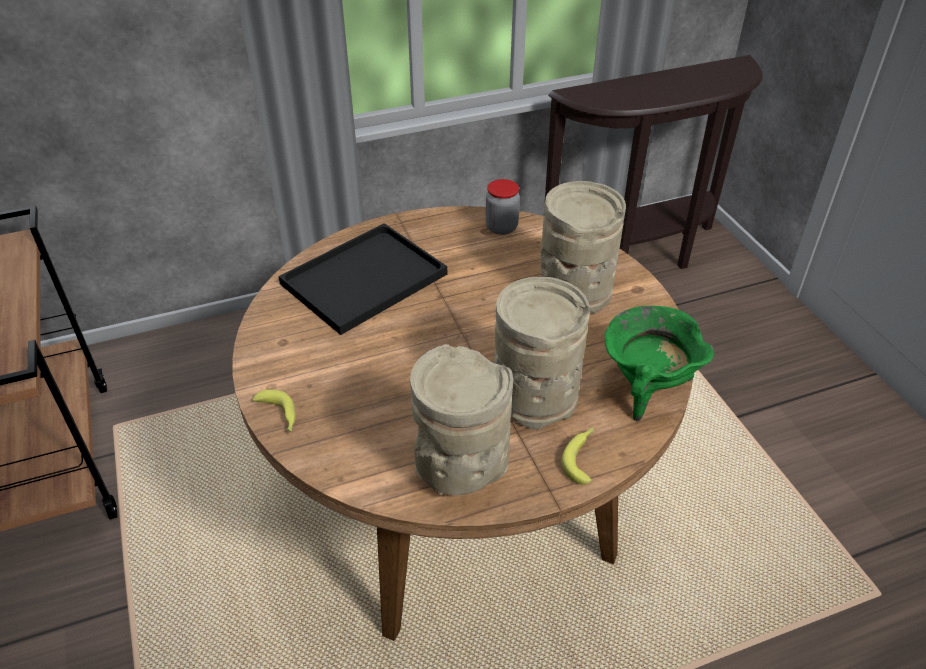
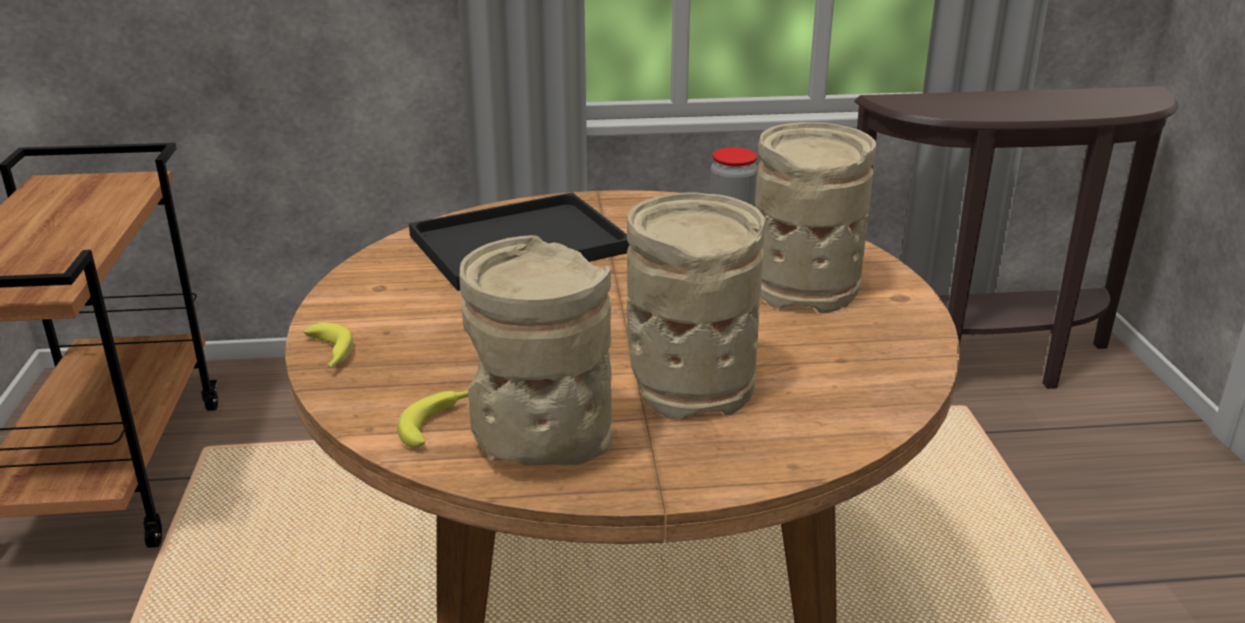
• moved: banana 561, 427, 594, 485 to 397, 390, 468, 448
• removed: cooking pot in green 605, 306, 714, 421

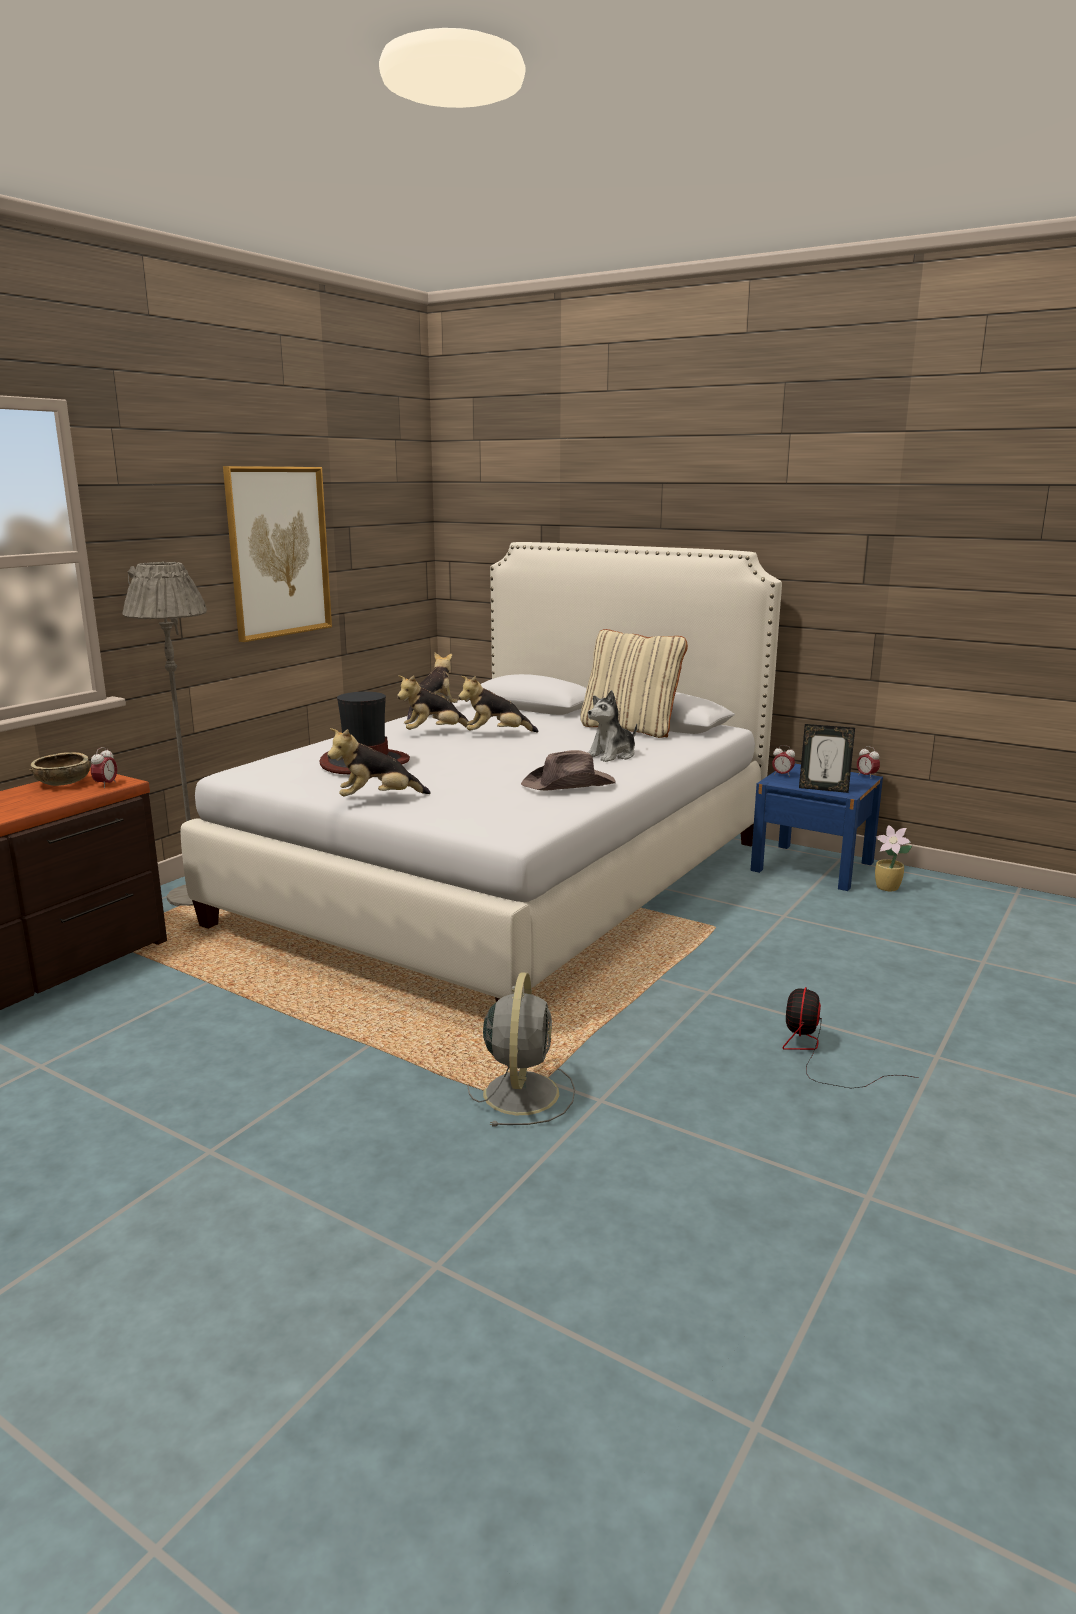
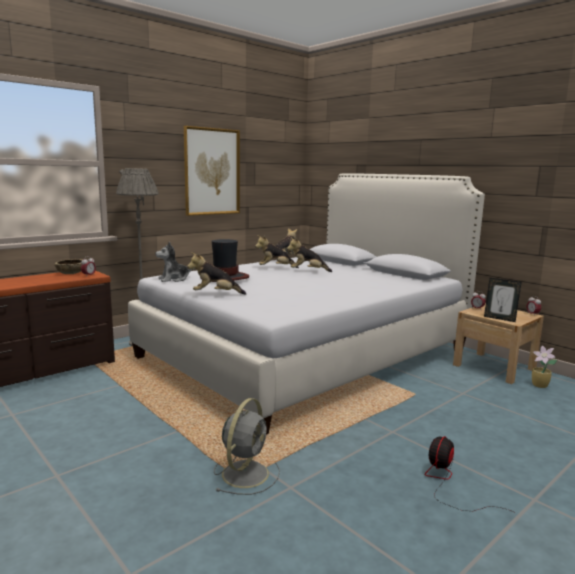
• removed: hat in brown 521, 750, 616, 790
• removed: pillow in beige 580, 629, 688, 738
• moved: plush toy 587, 690, 637, 762 to 155, 242, 192, 282
• recoloured: nightstand in blue 751, 764, 883, 891 to nightstand in beige 453, 303, 544, 384

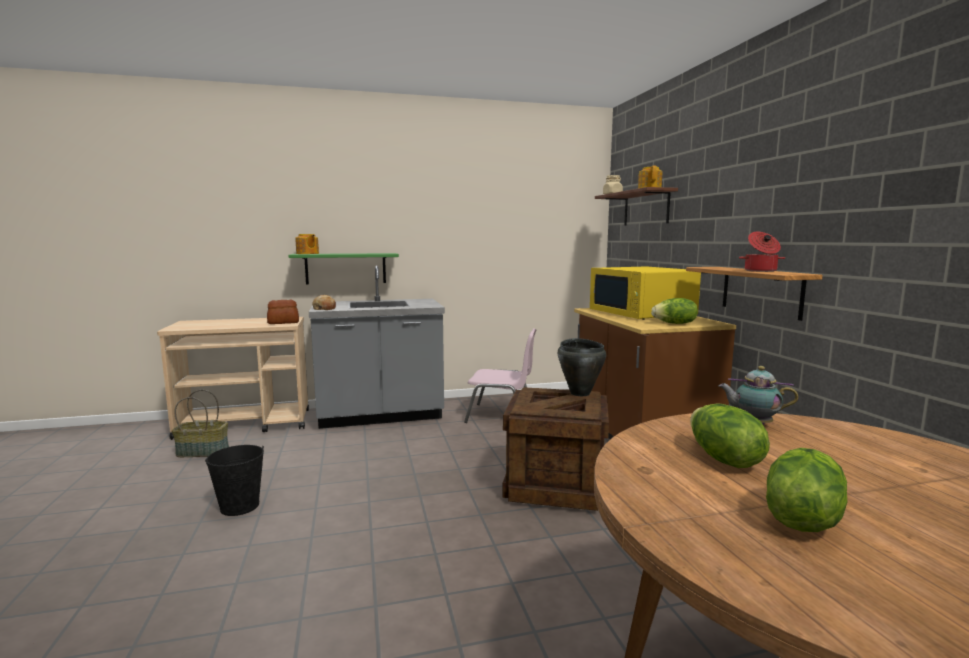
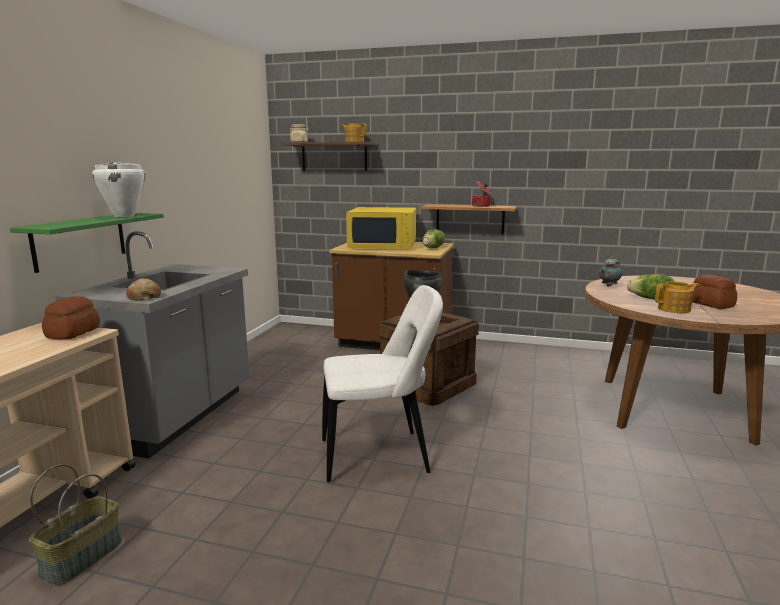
• removed: bucket in black 205, 445, 264, 516
• moved: teapot 295, 234, 319, 254 to 655, 281, 699, 313
• removed: chair in pink 464, 328, 537, 423
• replaced: lettuce 766, 448, 847, 532 to bread 692, 274, 737, 309
• added: cooking pot in white 92, 163, 145, 217
• added: chair in white 322, 285, 443, 482

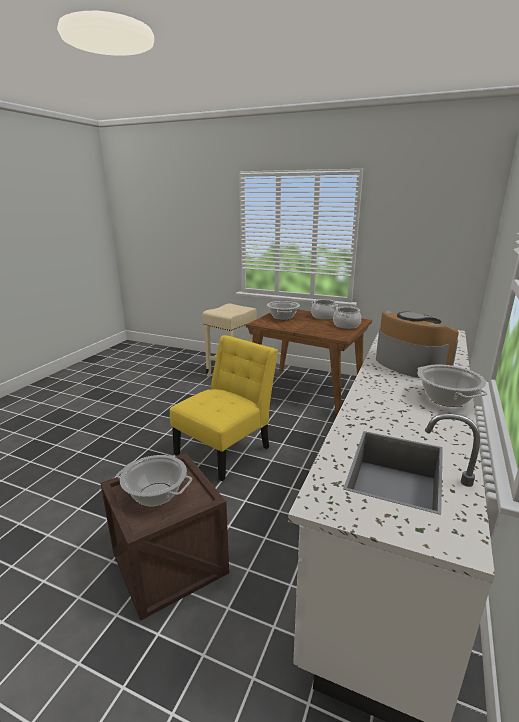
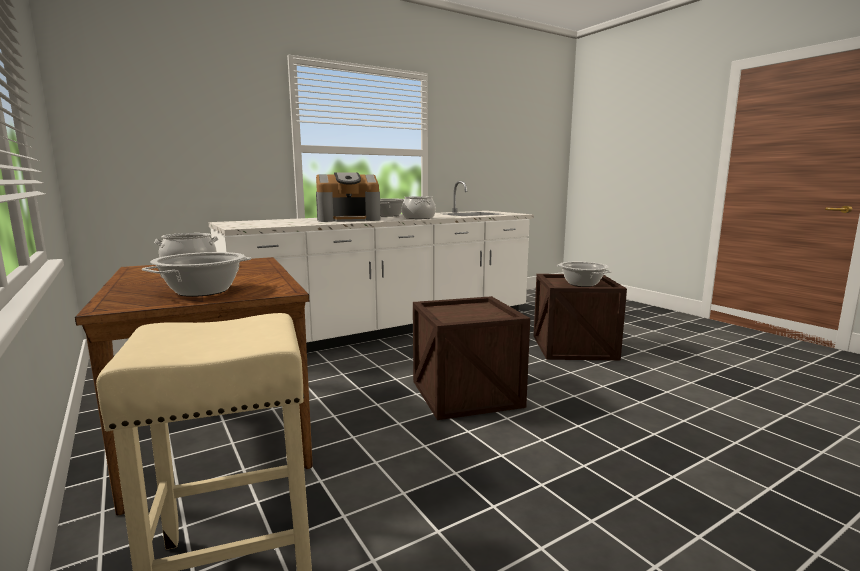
• replaced: chair in yellow 170, 335, 278, 481 to crate 413, 296, 530, 420
• moved: cooking pot 311, 299, 338, 320 to 401, 196, 436, 219
• turned: coffee machine 376, 310, 459, 378 = 316, 173, 381, 222 105 degrees counterclockwise

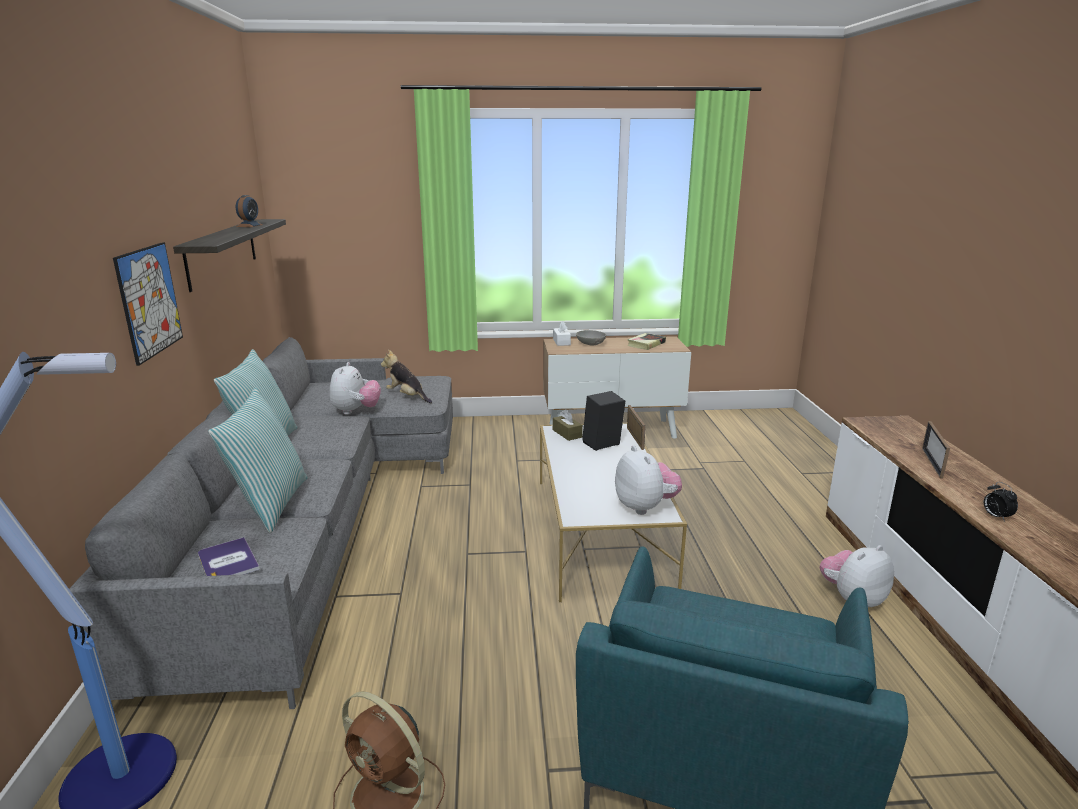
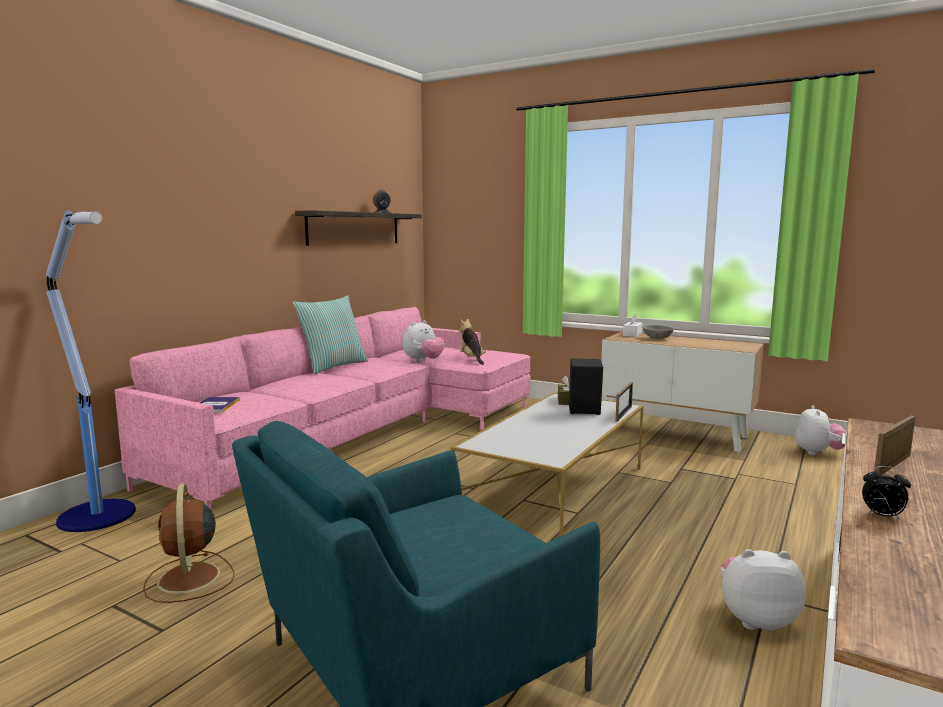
• recoloured: sofa in grey 69, 337, 453, 714 to sofa in pink 115, 307, 531, 509
• removed: picture 113, 242, 183, 366
• removed: pillow 208, 387, 308, 533
• moved: plush toy 615, 446, 682, 515 to 795, 405, 847, 456
• removed: book 627, 333, 666, 350
• turned: alarm clock 984, 482, 1018, 522 = 862, 466, 911, 520 75 degrees counterclockwise

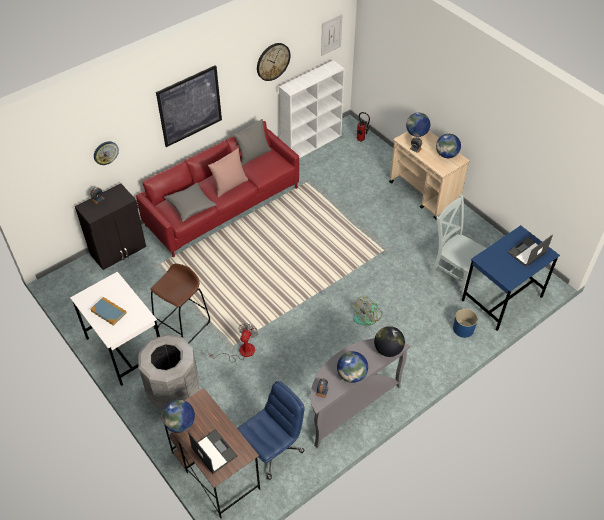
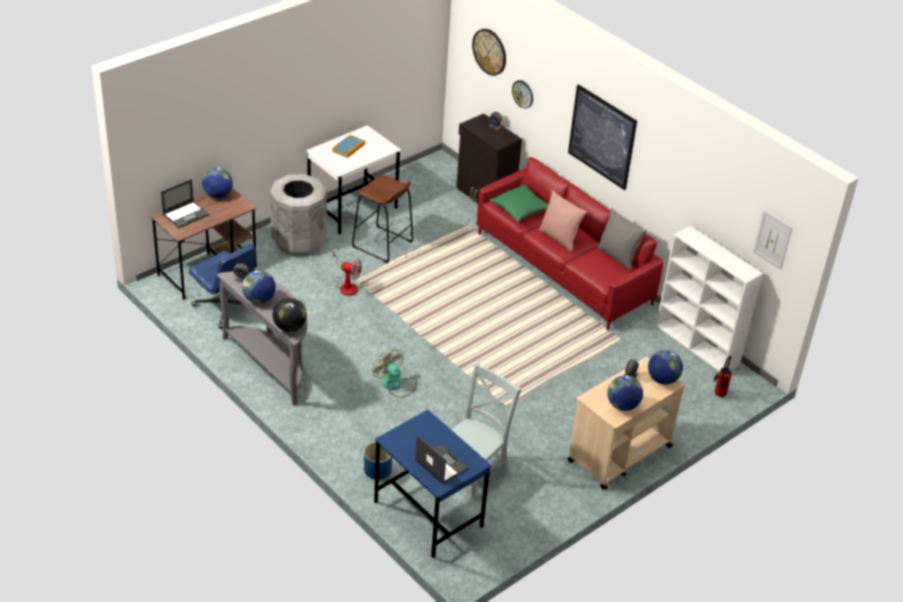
• recoloured: pillow in grey 164, 183, 217, 222 to pillow in green 490, 184, 548, 222
• moved: wall clock 257, 43, 291, 81 to 472, 29, 506, 76

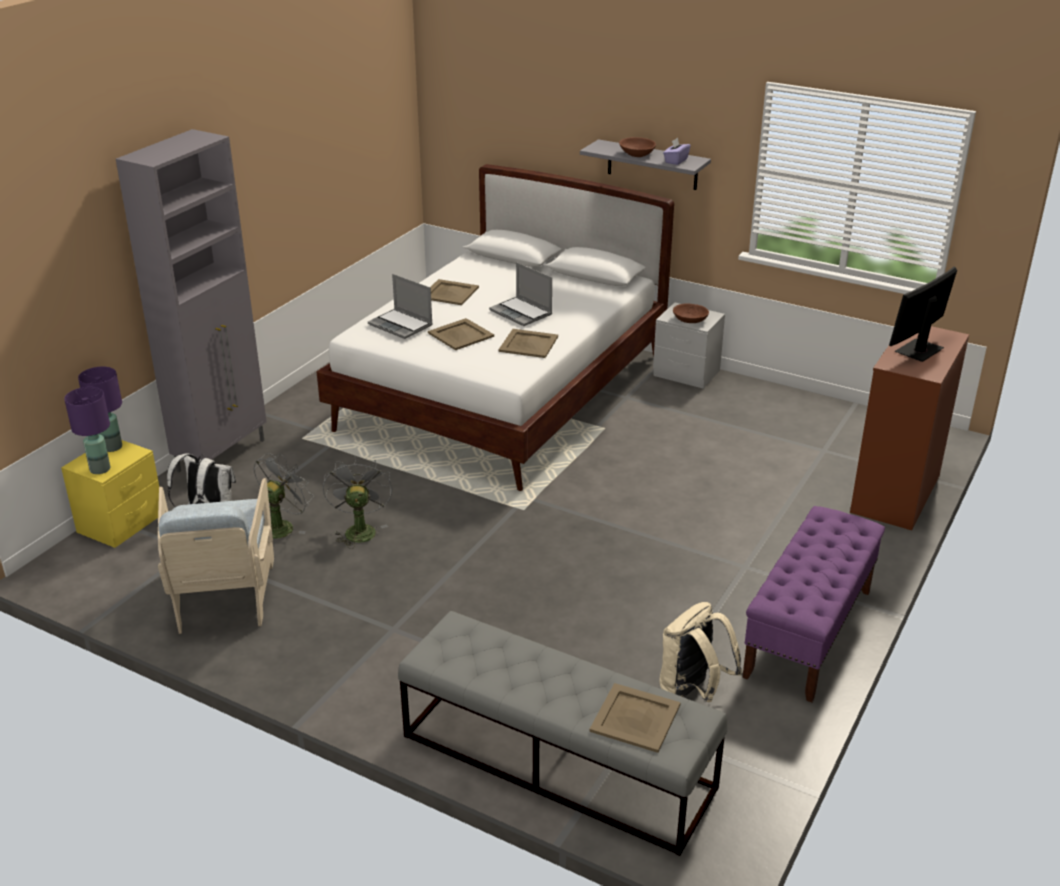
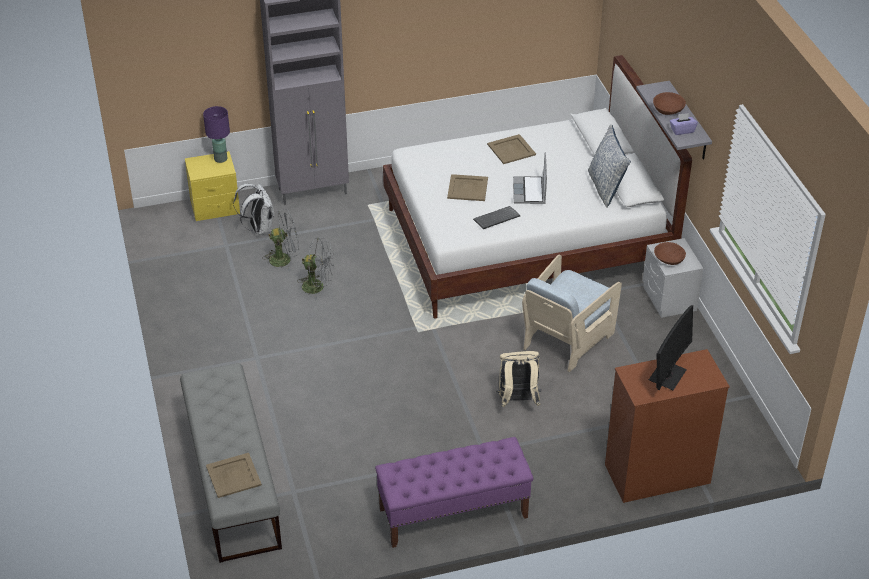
• removed: table lamp in purple 64, 387, 110, 474
• moved: armchair in beige 158, 478, 274, 634 to 522, 254, 622, 372
• turned: fan in grey 323, 456, 392, 549 = 297, 237, 334, 300 60 degrees clockwise
• removed: laptop 368, 274, 433, 339
• replaced: tray in beige 498, 329, 558, 358 to keyboard 473, 206, 520, 229
• moved: backpack in beige 659, 602, 742, 702 to 496, 351, 541, 407
• turned: monitor 889, 267, 957, 362 = 649, 305, 693, 390 120 degrees clockwise
• added: pillow 588, 124, 631, 208

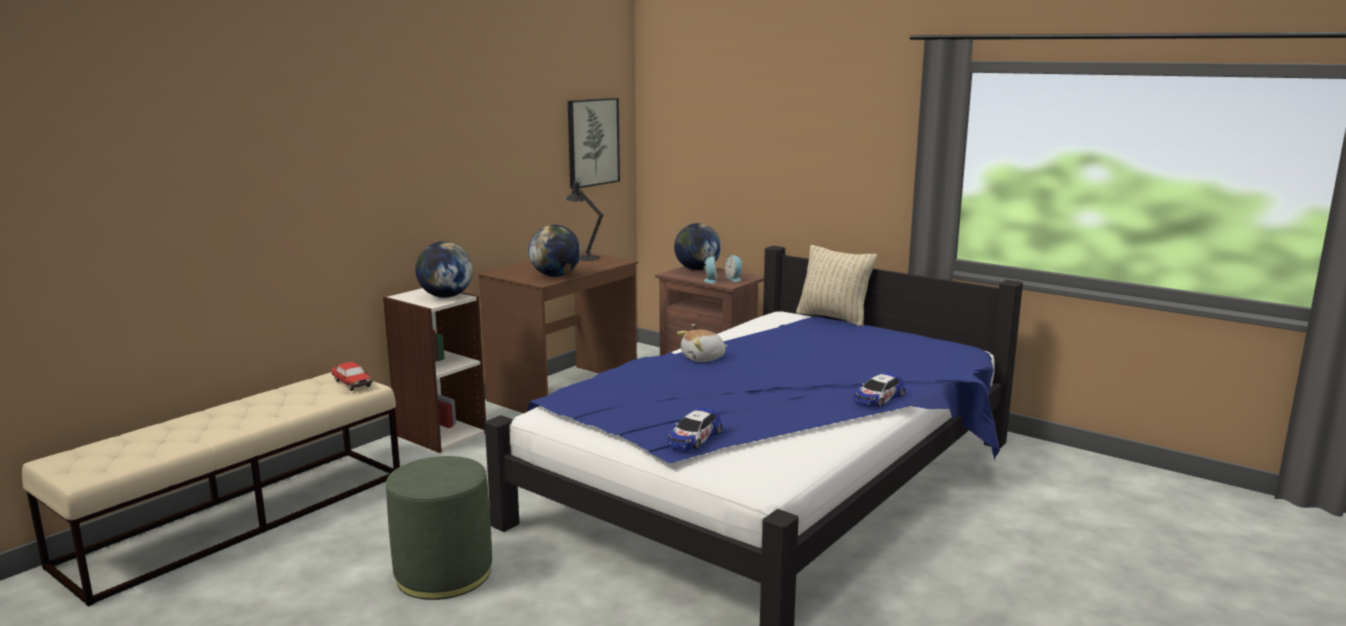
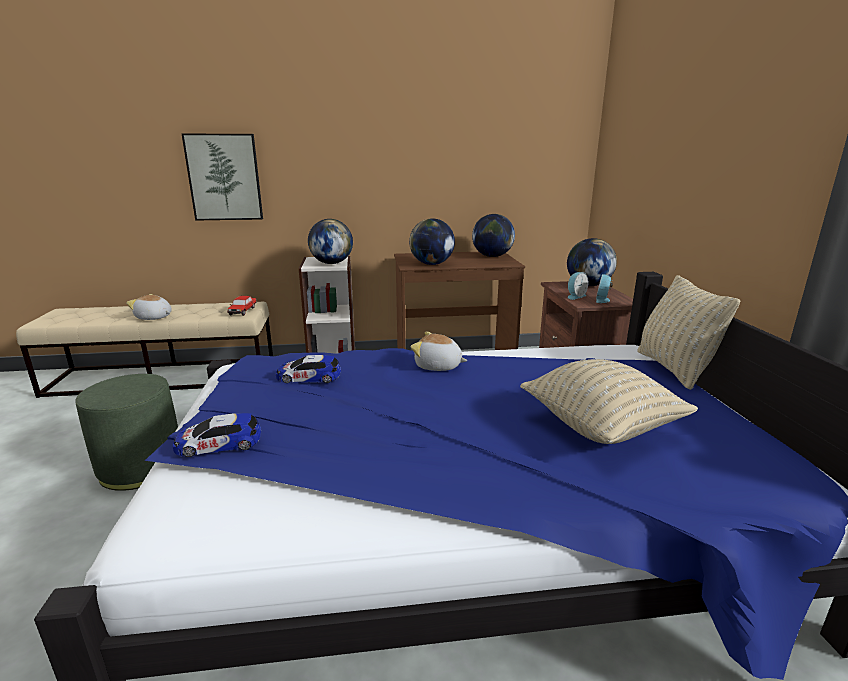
• replaced: table lamp in black 566, 178, 604, 261 to globe 472, 214, 515, 257
• moved: picture 568, 98, 620, 189 to 182, 134, 263, 221
• moved: toy car 854, 372, 905, 407 to 275, 355, 341, 383
• added: plush toy 126, 294, 172, 320
• added: pillow in beige 520, 359, 698, 444

